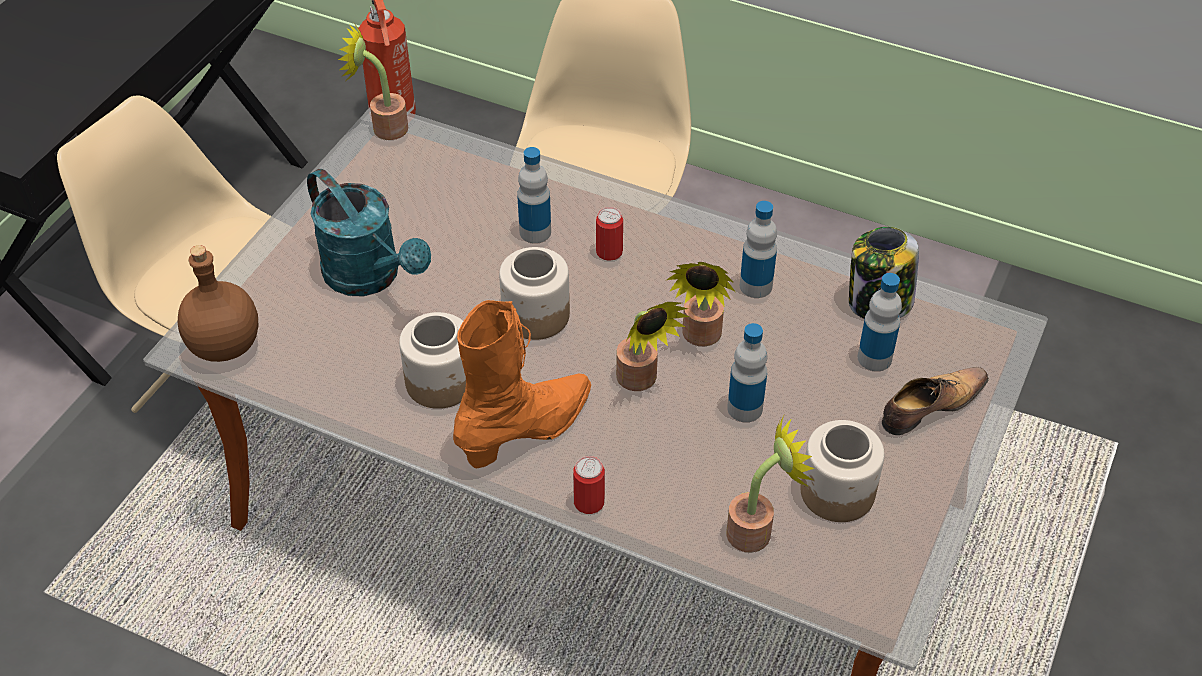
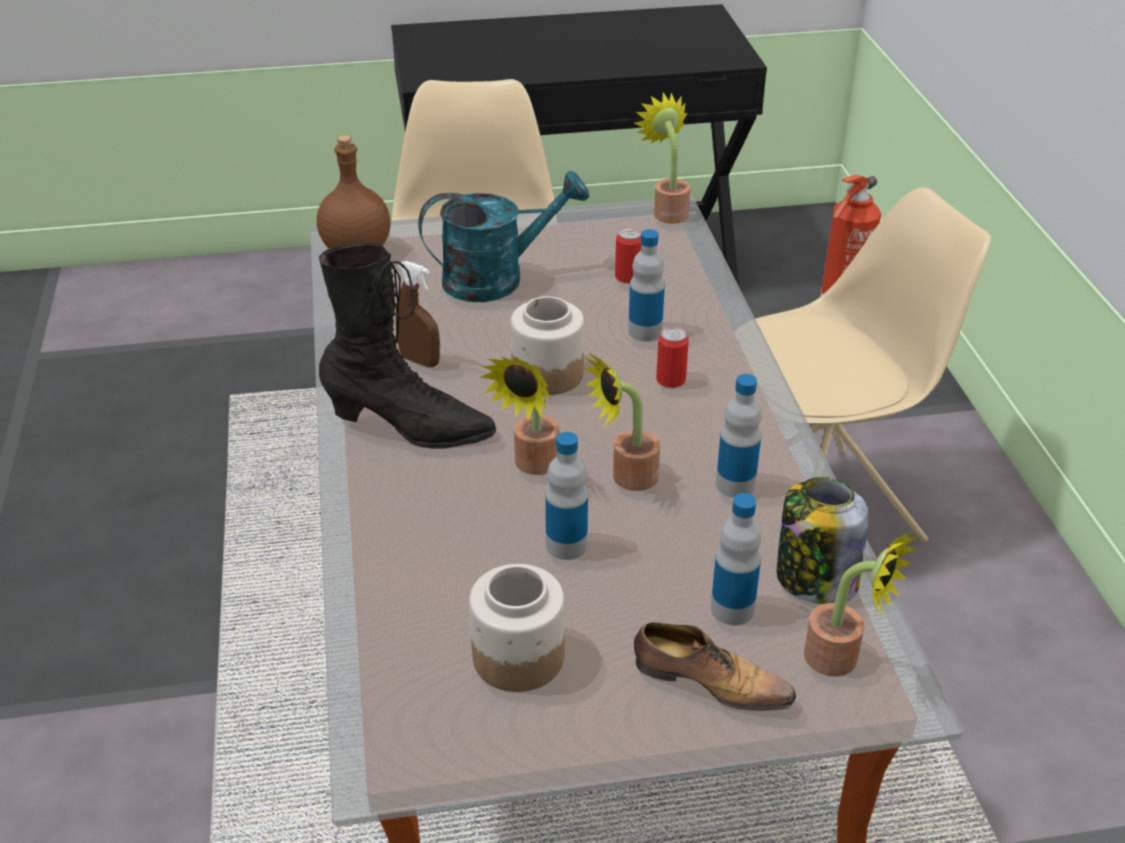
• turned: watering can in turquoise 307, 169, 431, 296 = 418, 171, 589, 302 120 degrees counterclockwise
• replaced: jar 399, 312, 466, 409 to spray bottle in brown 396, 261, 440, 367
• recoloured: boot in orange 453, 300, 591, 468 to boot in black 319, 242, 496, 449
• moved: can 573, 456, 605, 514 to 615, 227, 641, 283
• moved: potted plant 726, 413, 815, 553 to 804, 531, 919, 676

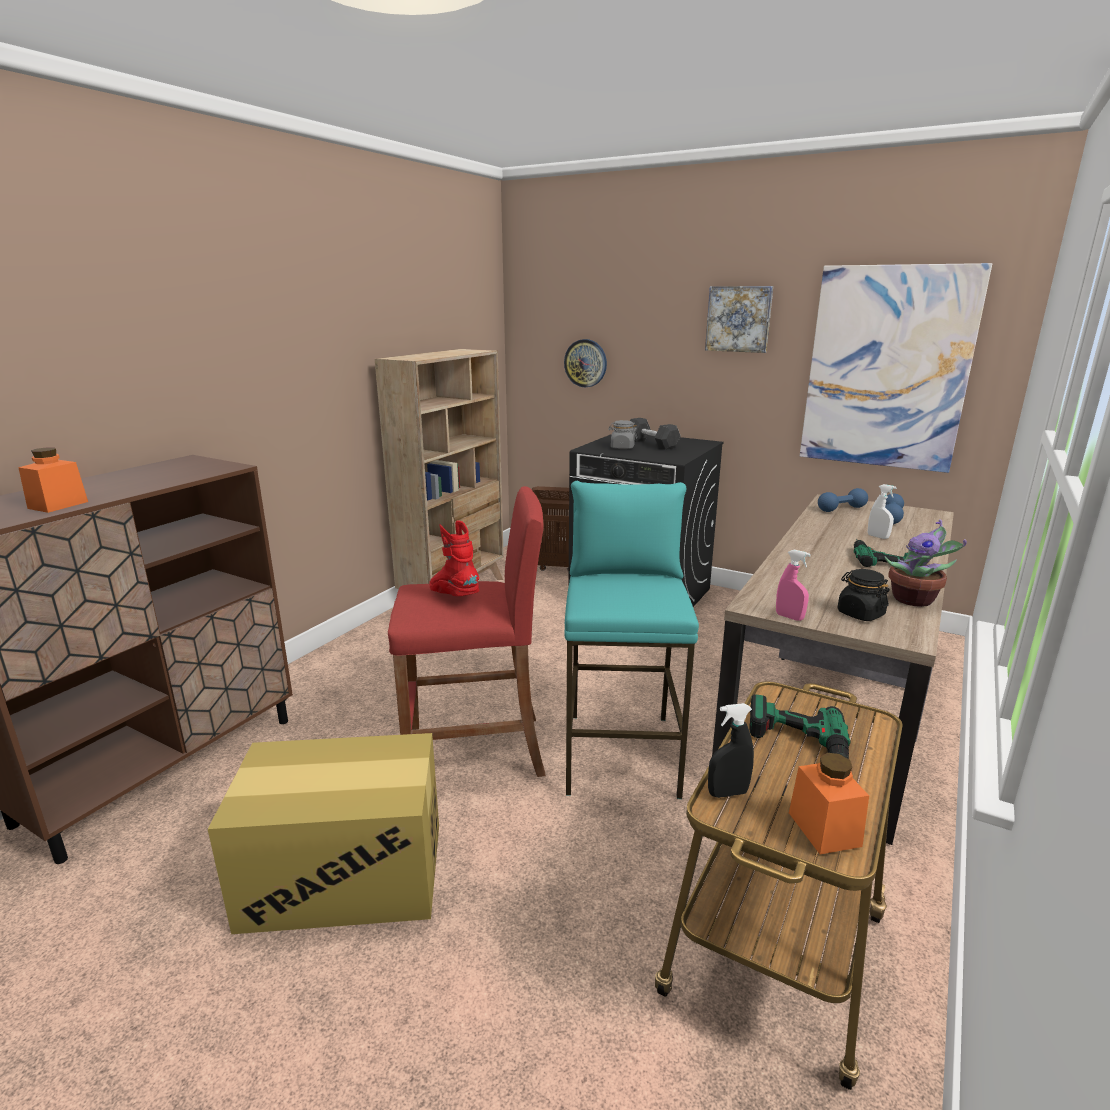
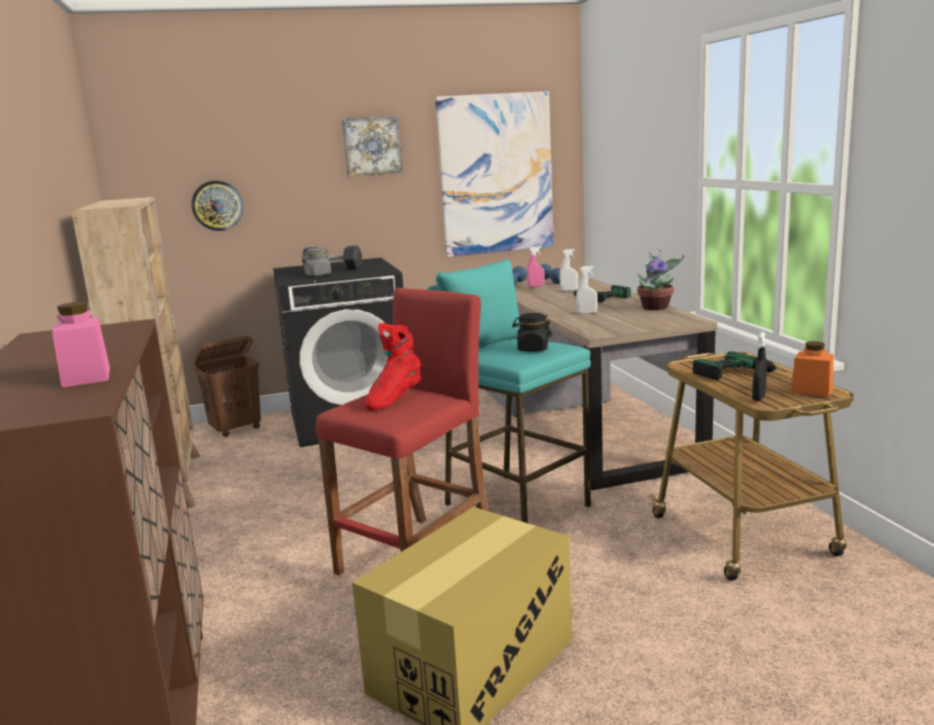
• recoloured: jar in orange 18, 447, 88, 513 to jar in pink 52, 302, 110, 388
• turned: boot in red 429, 520, 479, 596 = 365, 323, 421, 410 60 degrees counterclockwise
• moved: spray bottle in pink 776, 550, 811, 621 to 527, 247, 545, 287
• moved: jar in black 838, 569, 890, 621 to 512, 313, 552, 352
• added: spray bottle in white 576, 266, 598, 314

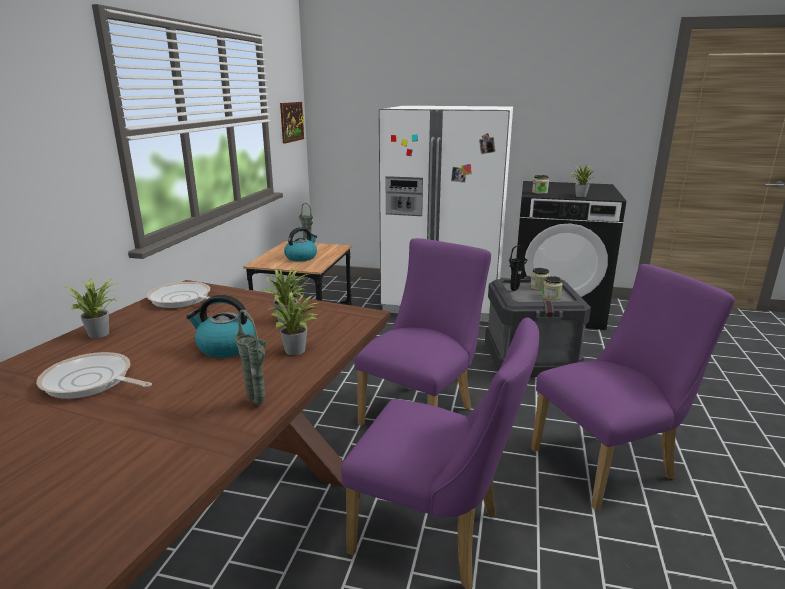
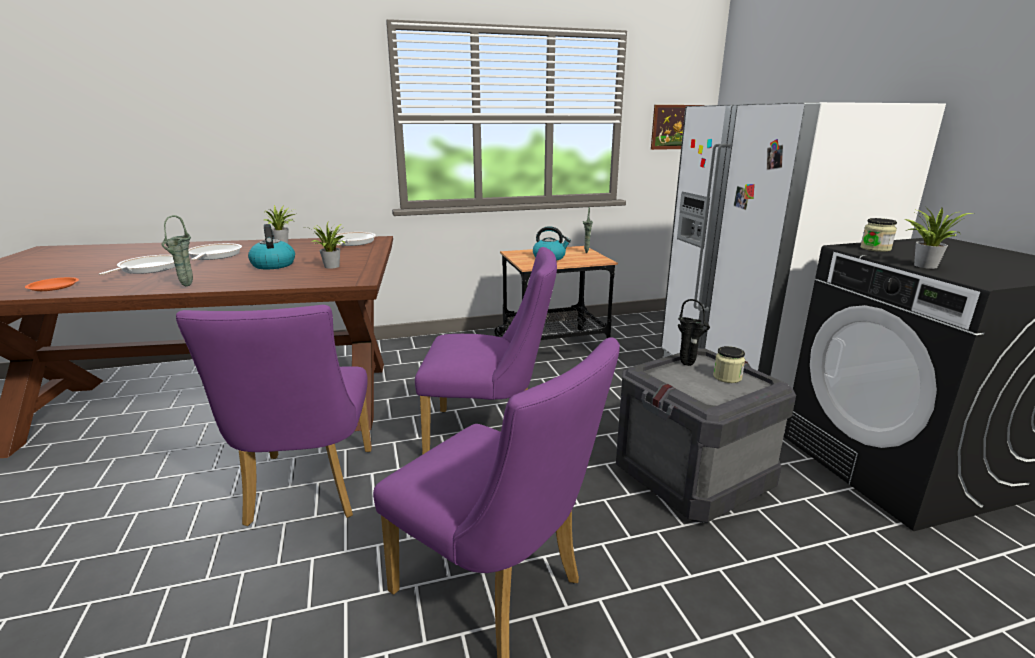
• removed: potted plant 268, 291, 321, 355
• removed: jar 542, 276, 563, 300
• added: plate in orange 25, 277, 79, 291
• added: frying pan 99, 255, 175, 275

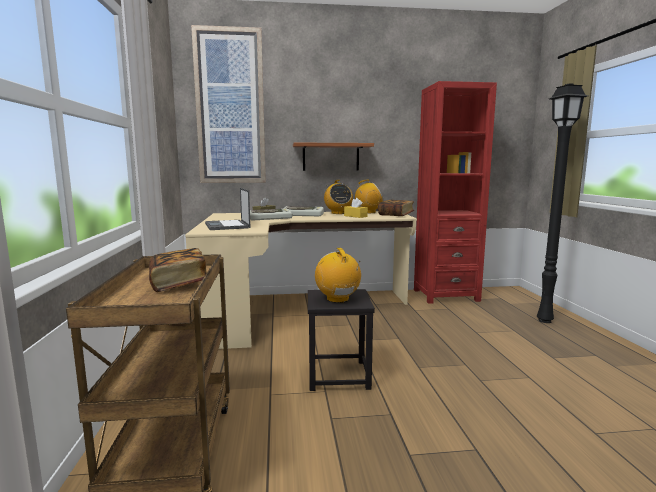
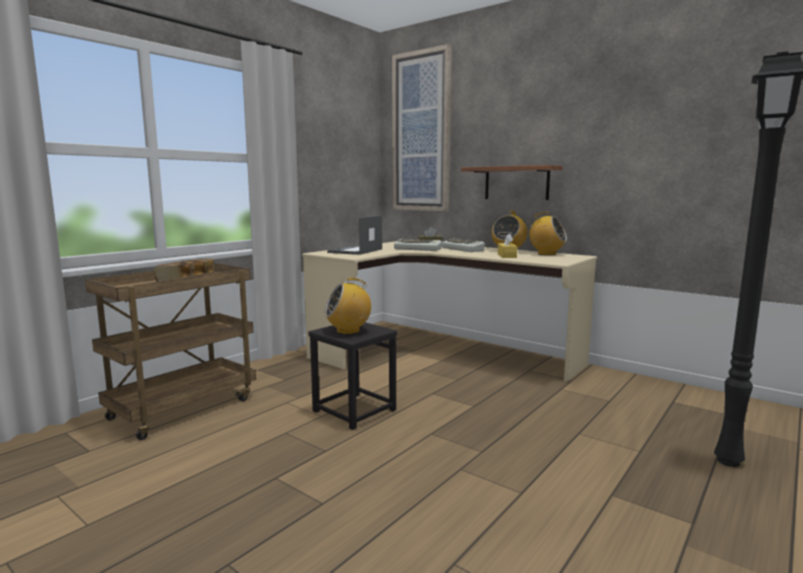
• turned: radio 315, 248, 361, 303 = 325, 278, 371, 334 135 degrees counterclockwise
• removed: book 378, 200, 414, 216
• removed: bookcase in red 414, 81, 497, 304

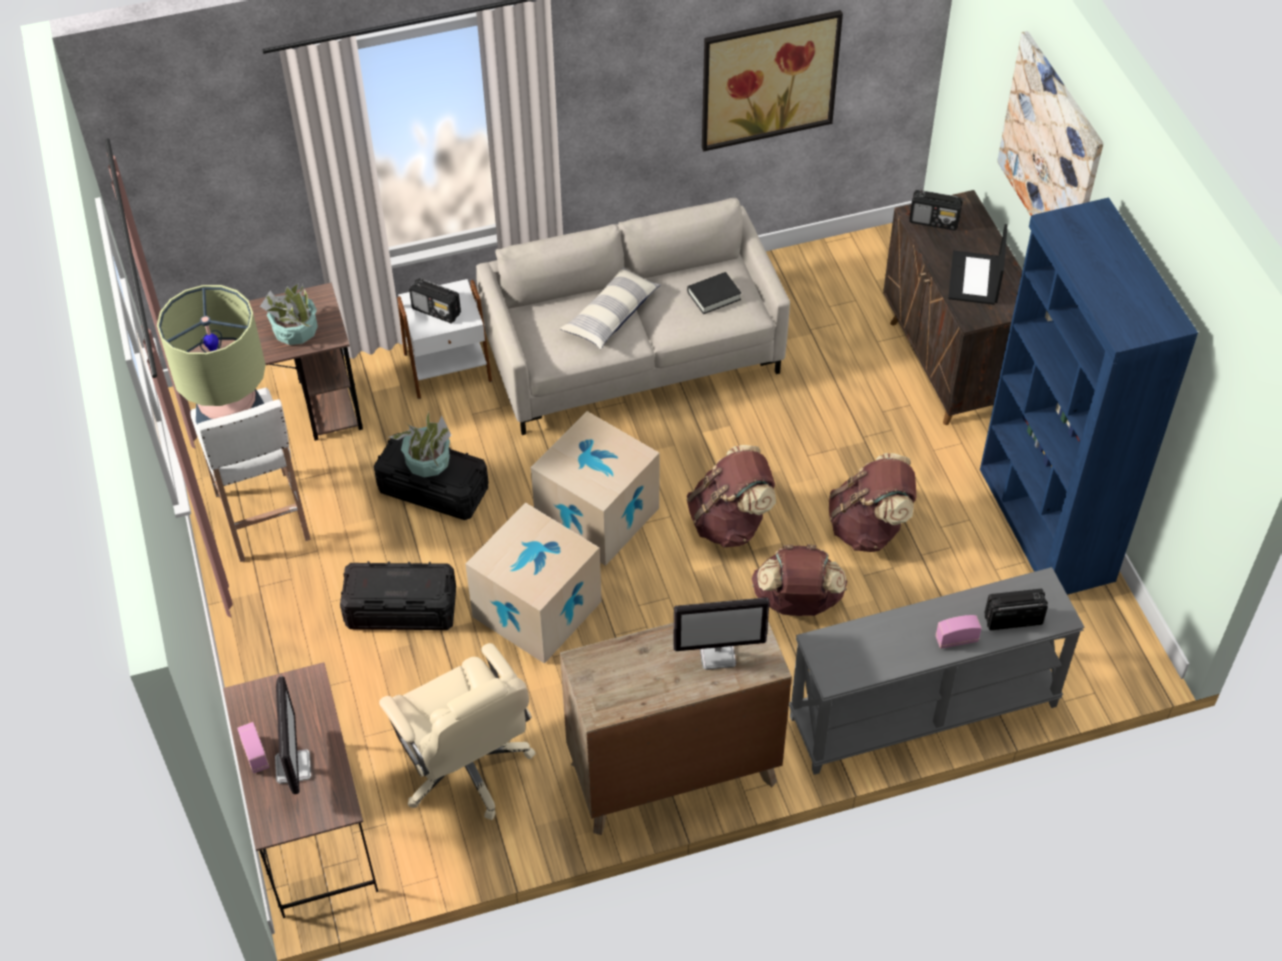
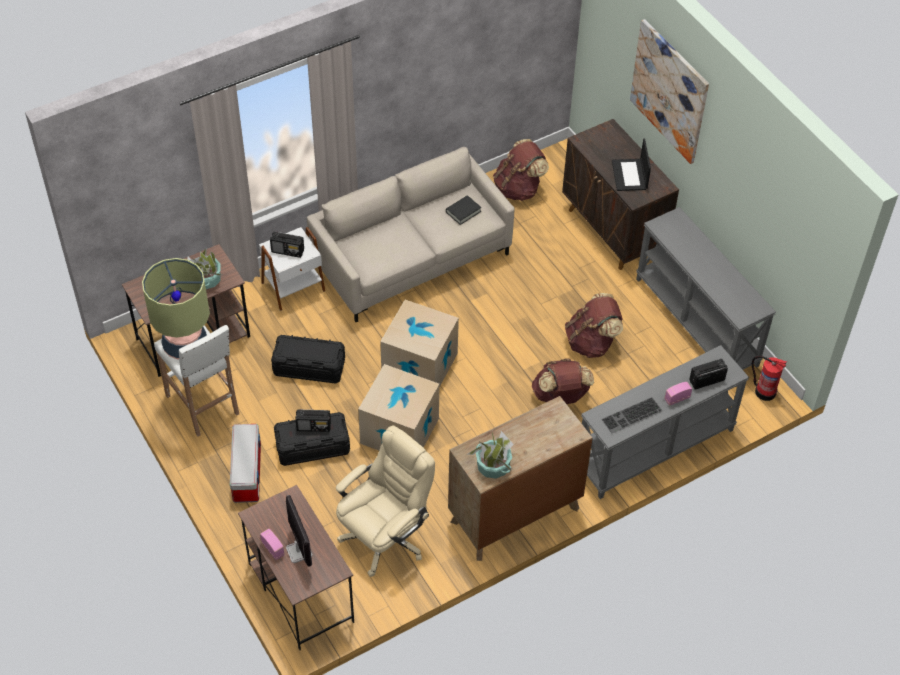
• turned: office chair in beige 379, 643, 536, 820 = 336, 425, 435, 577 90 degrees counterclockwise
• moved: potted plant 389, 412, 452, 478 to 468, 431, 514, 479
• removed: pillow 560, 267, 661, 349
• removed: monitor 673, 597, 770, 670
• moved: backpack in brown 687, 445, 776, 548 to 493, 139, 549, 201
• removed: picture 702, 10, 843, 152
• moved: radio 909, 190, 963, 231 to 295, 409, 331, 432
• replaced: bookcase in blue 980, 197, 1198, 595 to console table in grey 636, 207, 776, 370
• added: storage box 230, 424, 261, 503
• added: keyboard 602, 397, 662, 433
• added: fire extinguisher 752, 356, 787, 401

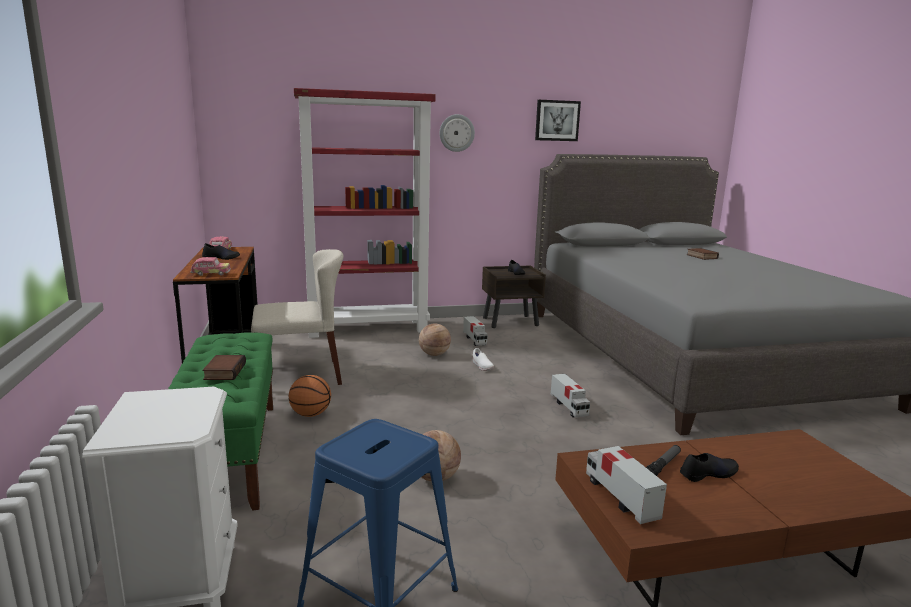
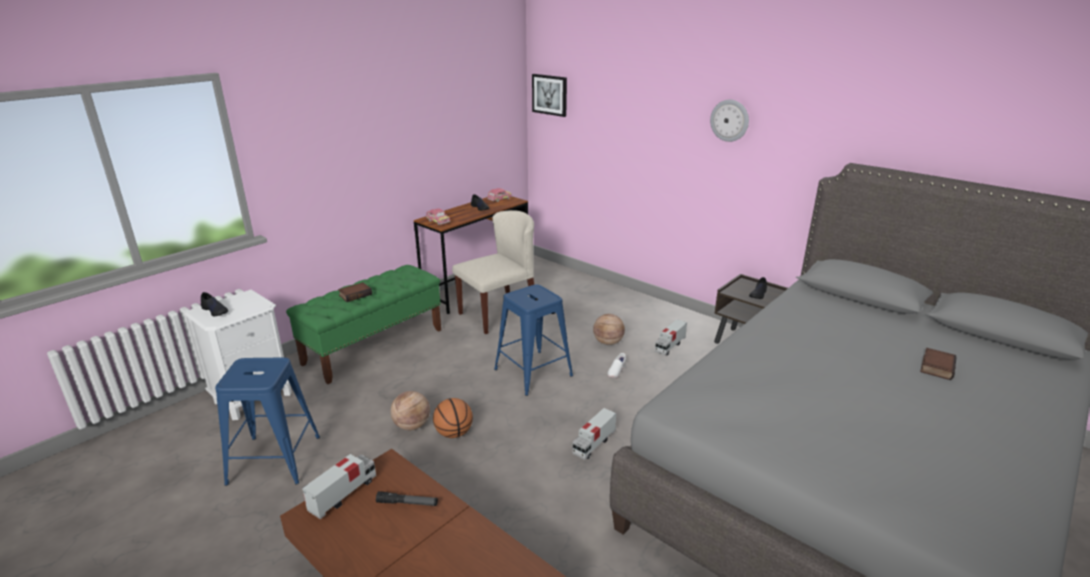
• turned: chair in beige 251, 249, 343, 385 = 452, 210, 534, 334 75 degrees counterclockwise
• moved: basketball 289, 375, 331, 417 to 433, 398, 473, 438
• removed: bookcase in red 294, 88, 436, 338
• moved: picture 535, 100, 581, 141 to 532, 74, 567, 117
• moved: shoe in black 680, 453, 739, 482 to 201, 292, 228, 316
• added: stool in blue 494, 284, 573, 396

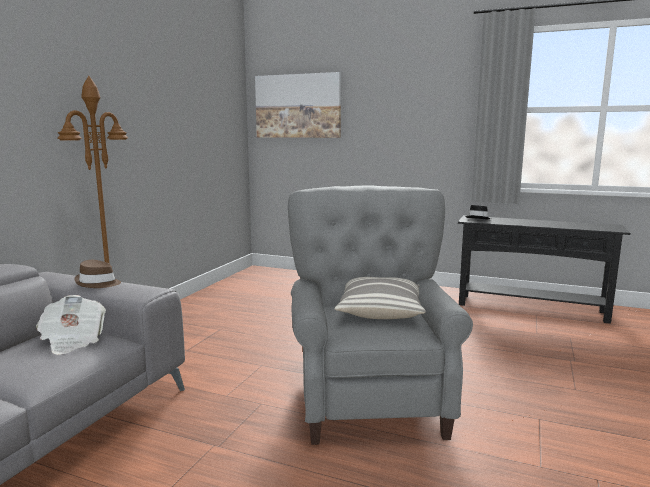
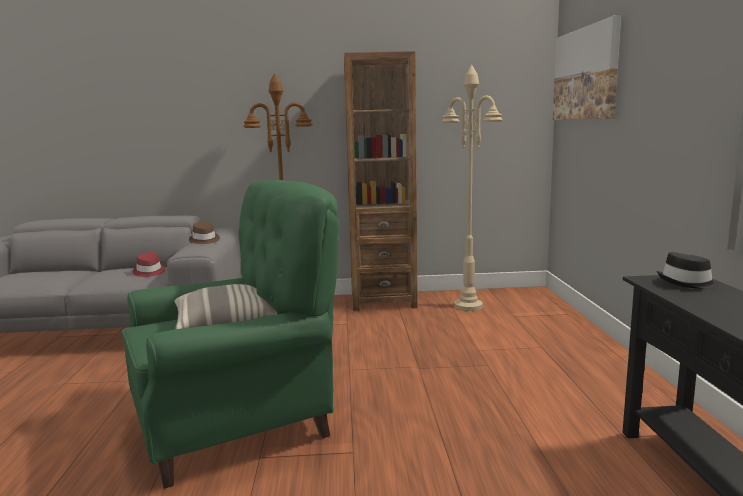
• replaced: newspaper 36, 295, 106, 355 to hat in red 133, 252, 166, 277
• recoloured: armchair in grey 288, 185, 473, 445 to armchair in green 121, 180, 340, 489
• added: bookcase in brown 344, 51, 418, 311
• added: floor lamp in beige 442, 65, 503, 311

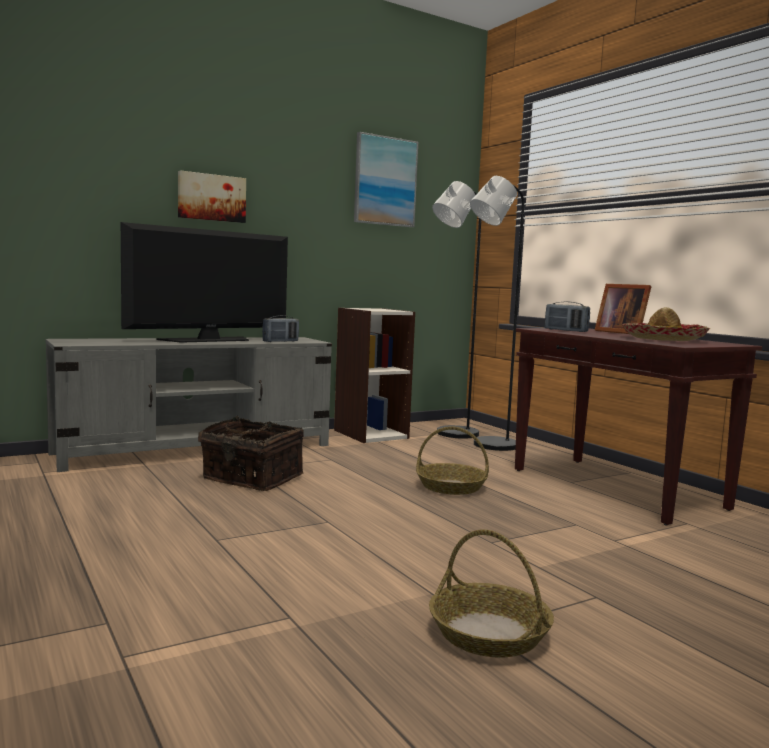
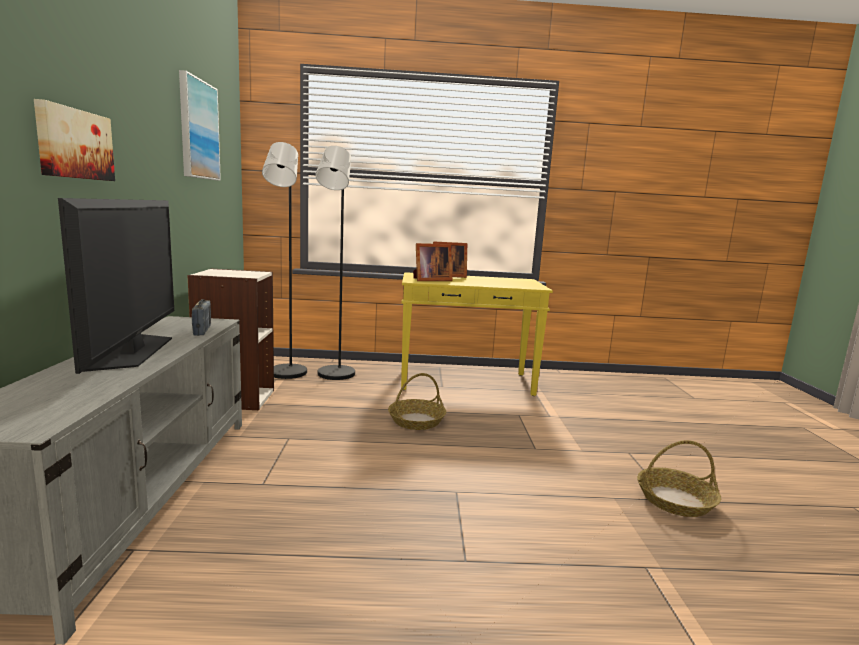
• removed: basket 198, 416, 304, 491
• recoloured: console table in brown 515, 328, 762, 525 to console table in yellow 401, 272, 553, 396
• replaced: radio 545, 302, 590, 332 to picture frame 413, 243, 453, 281
• removed: hat 622, 307, 710, 341

